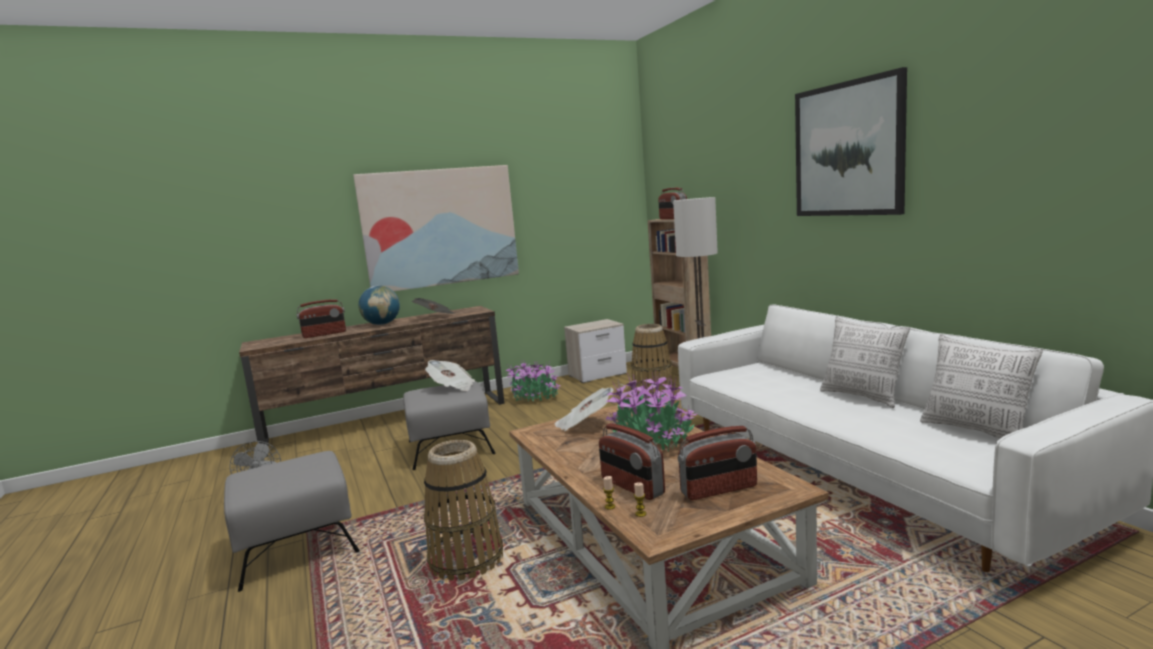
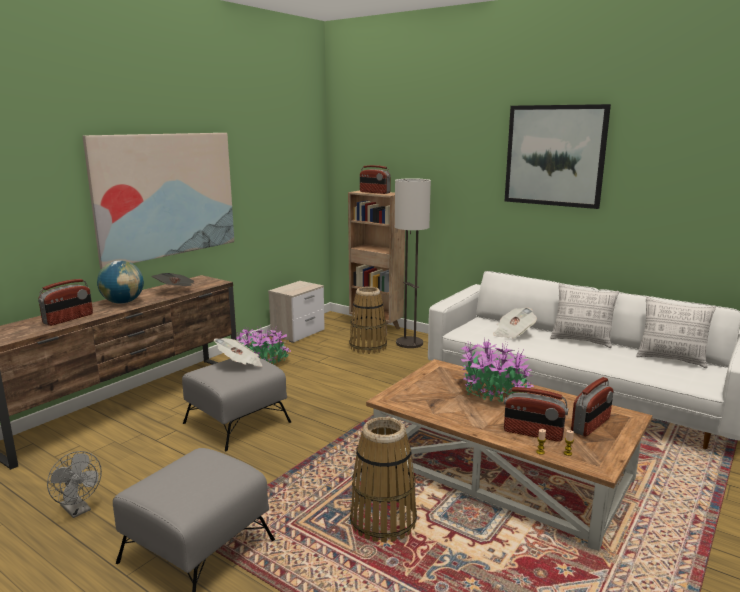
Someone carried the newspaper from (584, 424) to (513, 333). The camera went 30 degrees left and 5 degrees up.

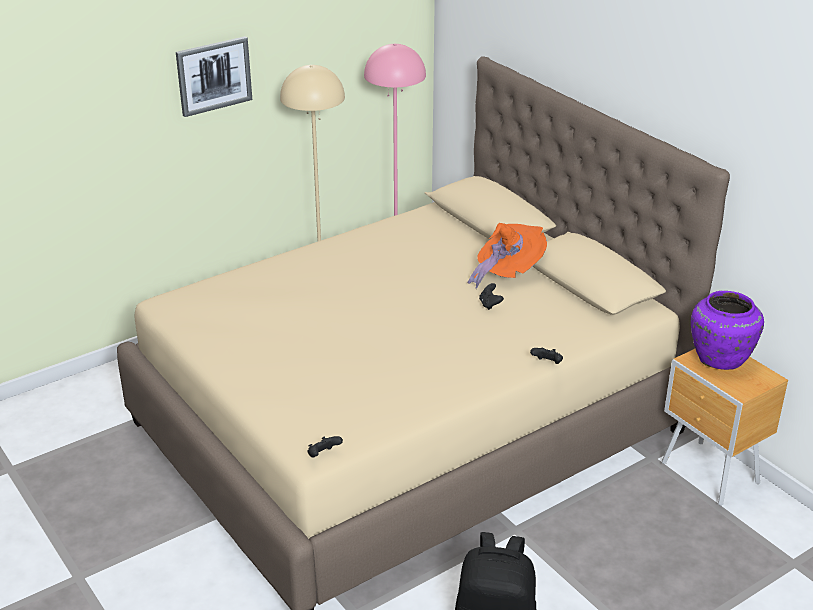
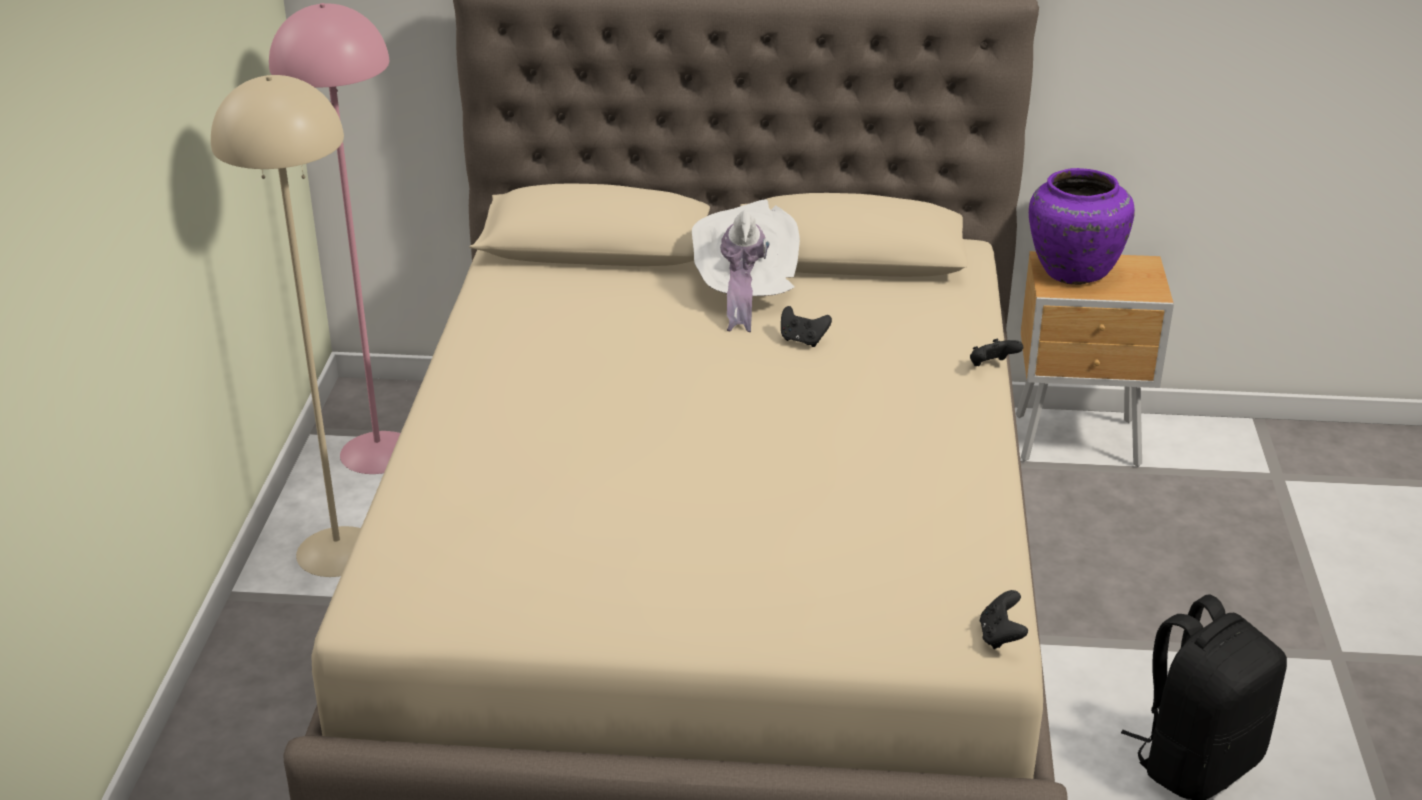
Someone took away the wall picture at (213, 75). Someone repainted the wearable hat (orange) at (507, 272), which became the wearable hat (white) at (744, 293). The camera went 50 degrees left and 0 degrees up.

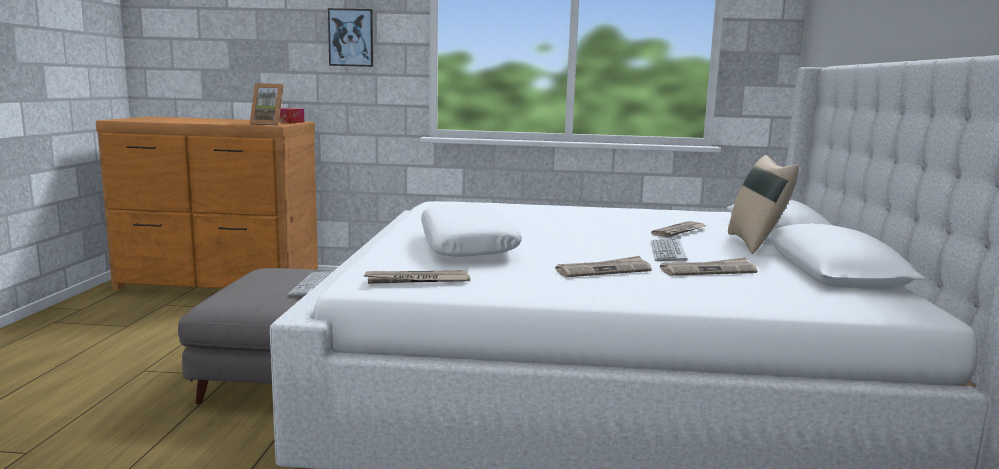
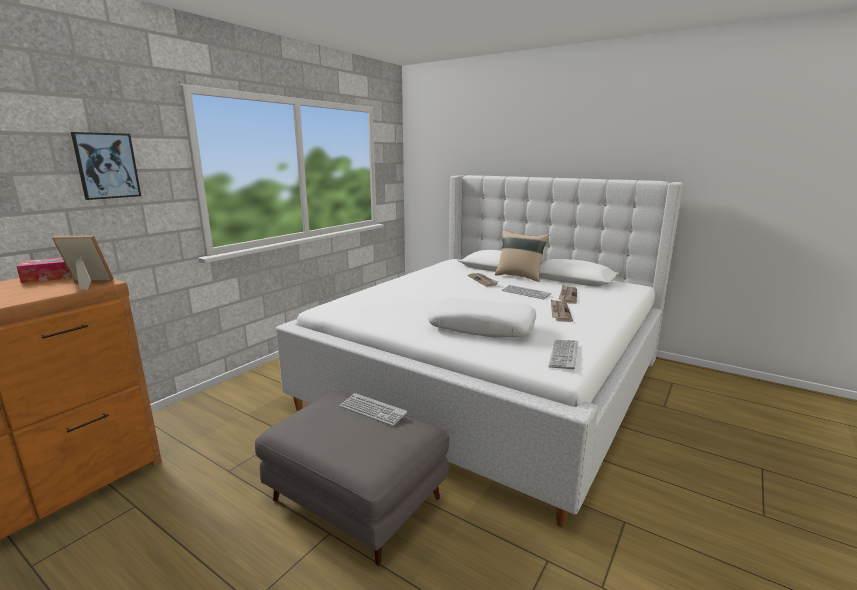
Someone rotated the photo frame at (269, 124) by 135 degrees counterclockwise. Someone swapped the newspaper at (416, 280) for the PC keyboard at (563, 355). The camera went 60 degrees left and 5 degrees up.

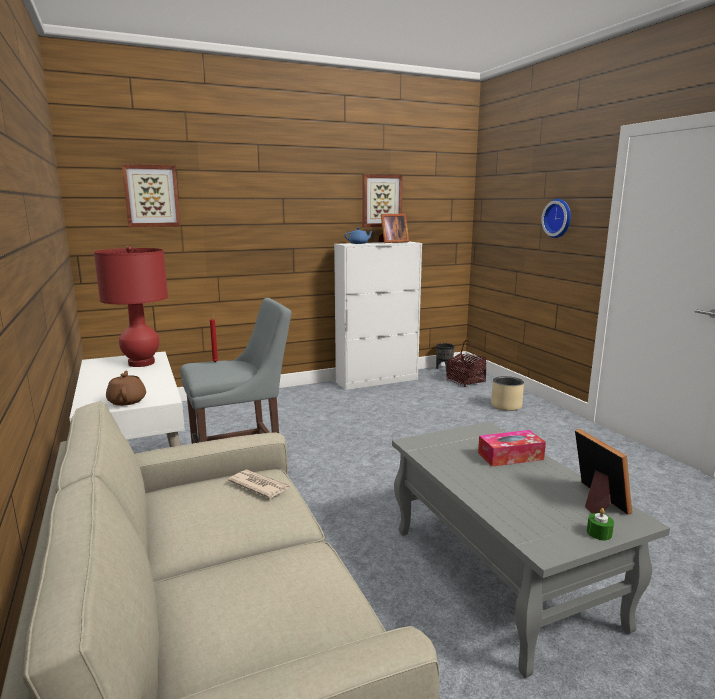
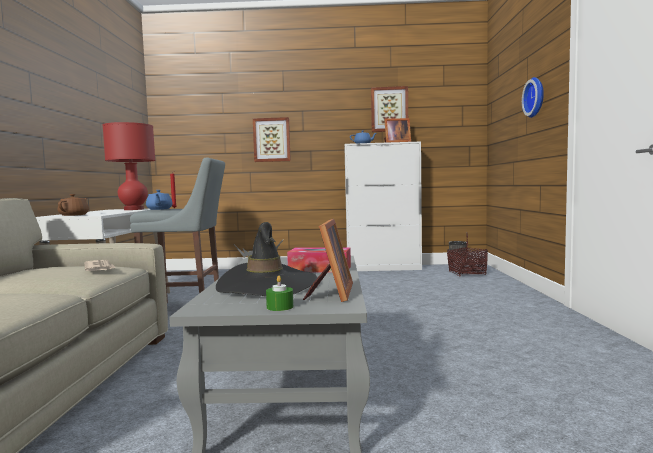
Someone carried the wall picture from (151, 196) to (272, 140). Someone took away the plant pot (beige) at (506, 406). Someone put down the teapot (blue) at (159, 209). Someone put down the wearable hat (black) at (267, 286). The camera went 25 degrees right and 10 degrees down.

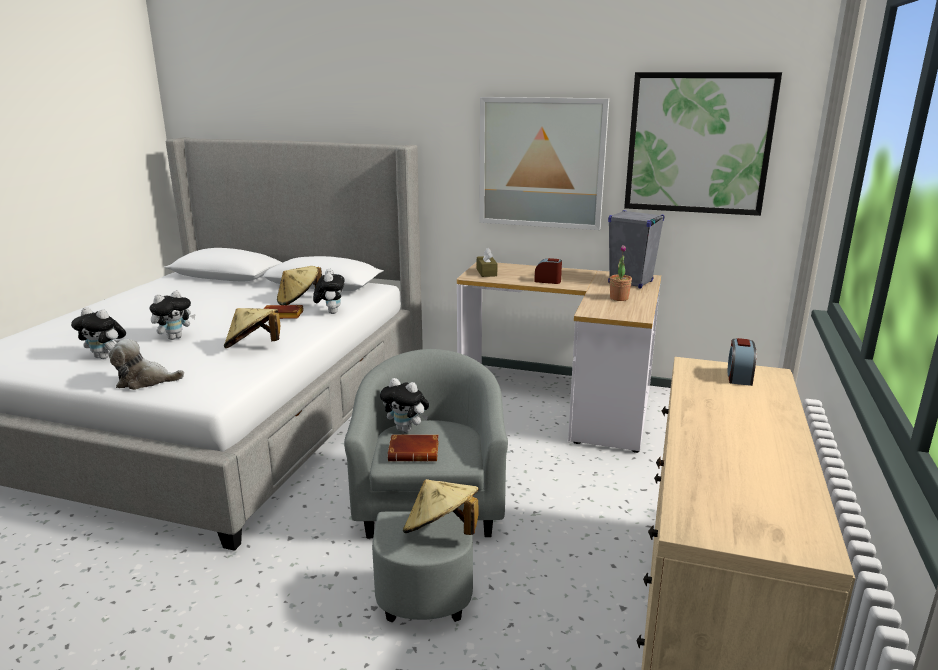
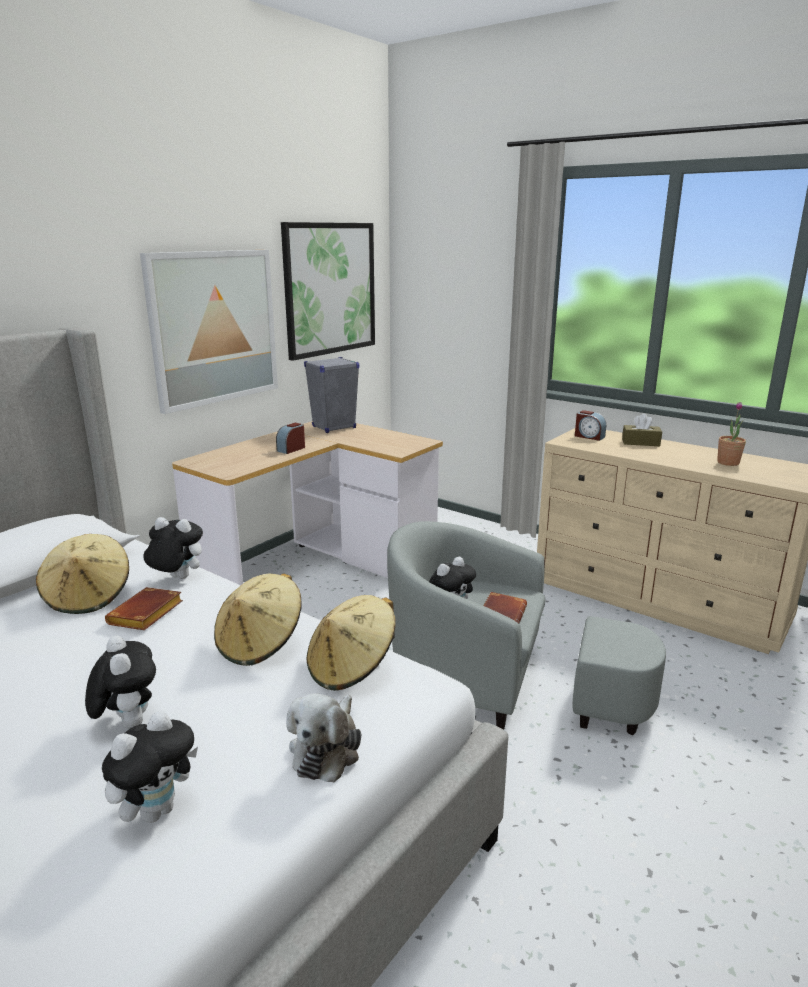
Someone carried the wearable hat (beige) from (441, 532) to (351, 668). Someone carried the tissue box (brownish) from (486, 272) to (640, 442). Someone carried the potted plant from (619, 298) to (728, 462). The camera went 70 degrees left and 0 degrees up.

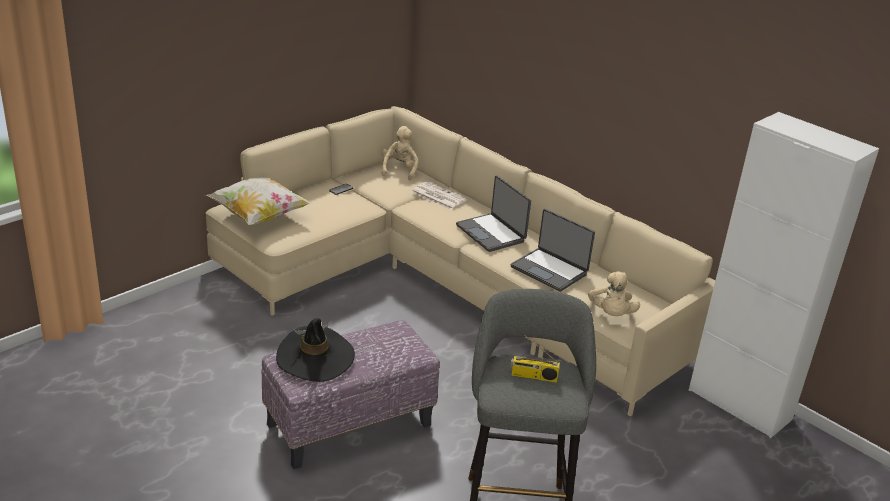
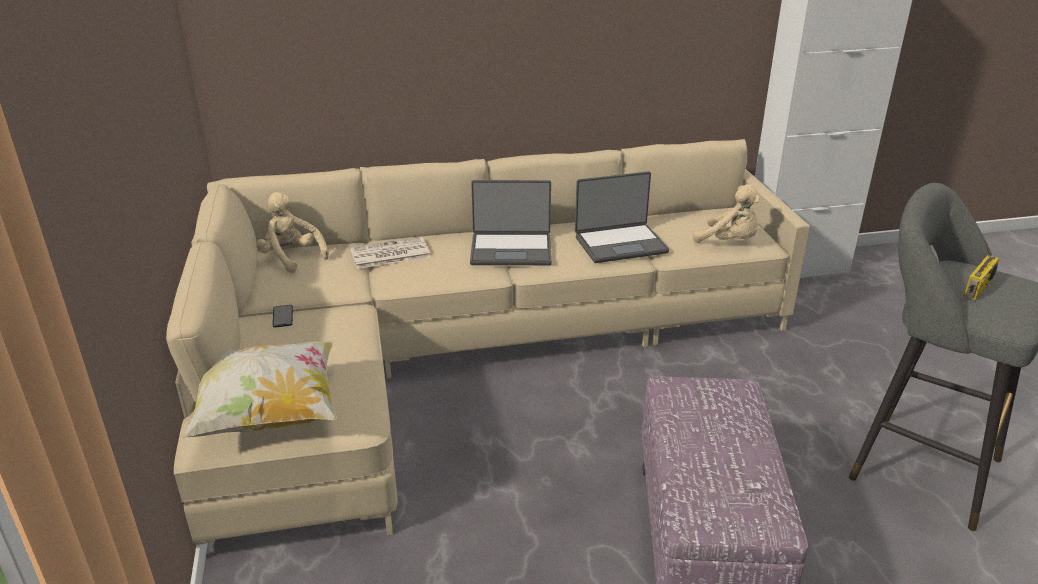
Someone took away the wearable hat (black) at (315, 358). The camera went 55 degrees left and 0 degrees up.

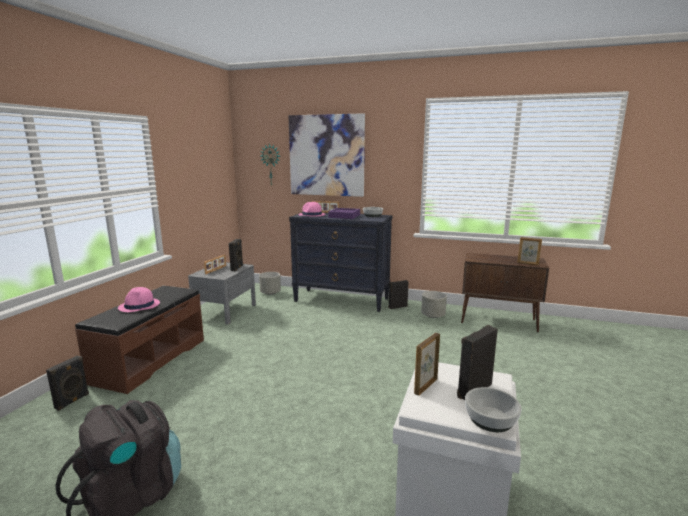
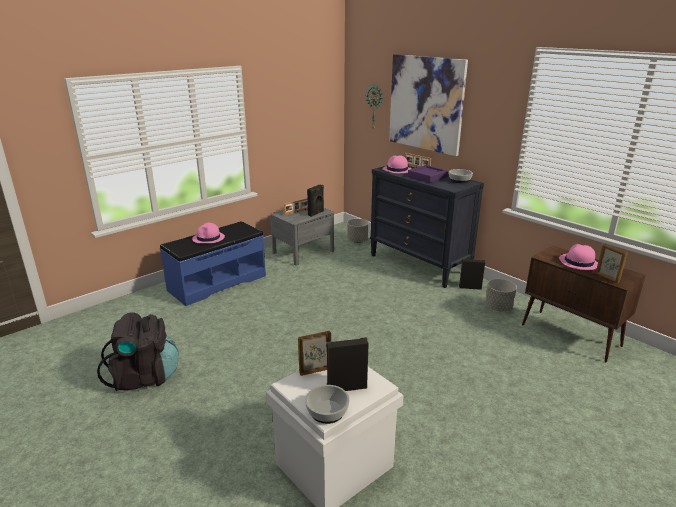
Someone took away the audio speaker (black) at (72, 401). Someone repainted the long seat (brownish) at (150, 360), which became the long seat (blue) at (217, 283). Someone put down the wearable hat (pink-coloured) at (578, 262). The camera went 30 degrees right and 10 degrees up.

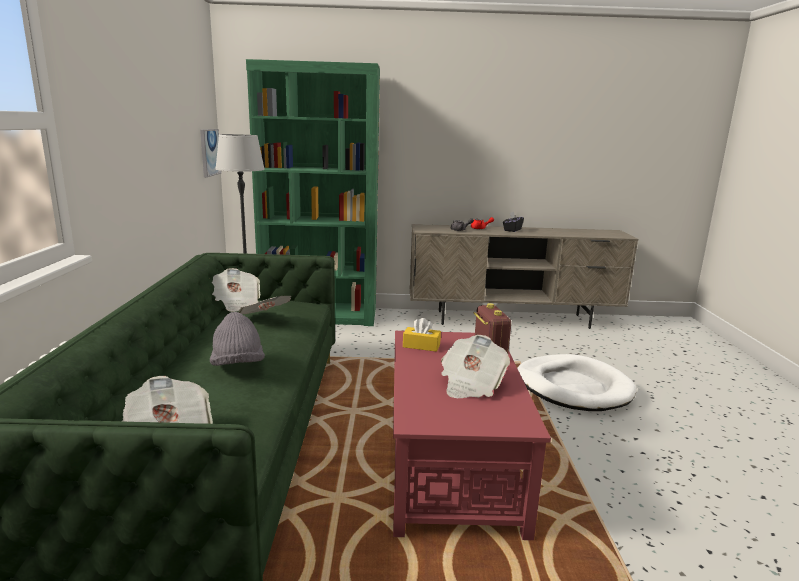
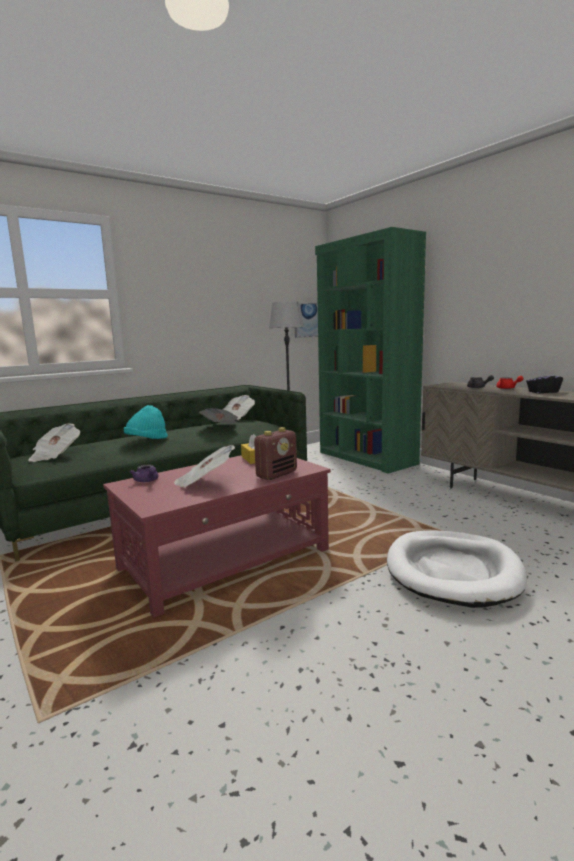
Someone repainted the wearable hat (grey) at (238, 366), which became the wearable hat (turquoise-coloured) at (146, 440). Someone put down the teapot (purple) at (147, 481). The camera went 55 degrees right and 5 degrees down.

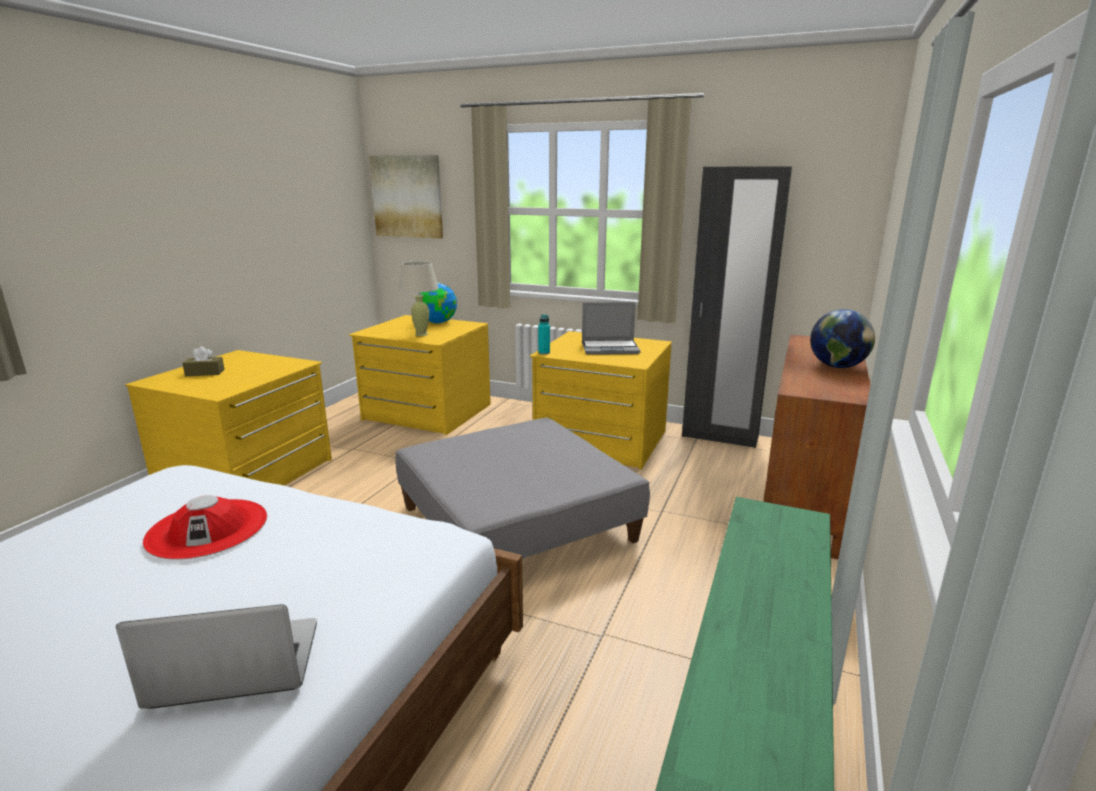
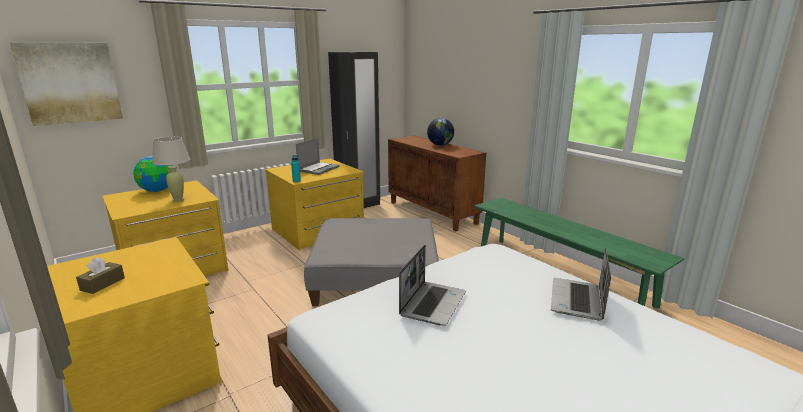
Someone swapped the wearable hat (reddish) at (207, 528) for the notebook computer at (432, 303). The camera went 60 degrees left and 0 degrees up.

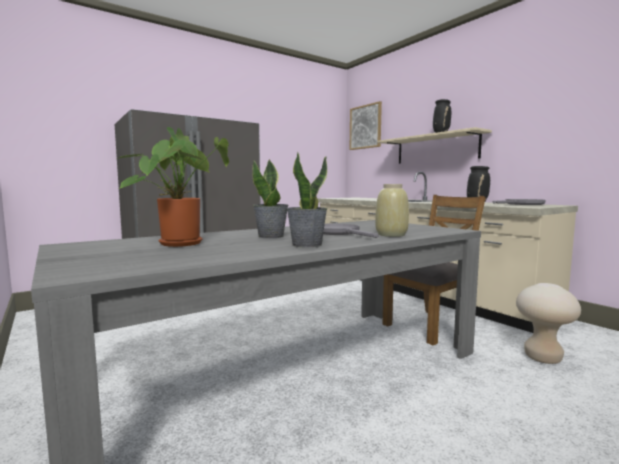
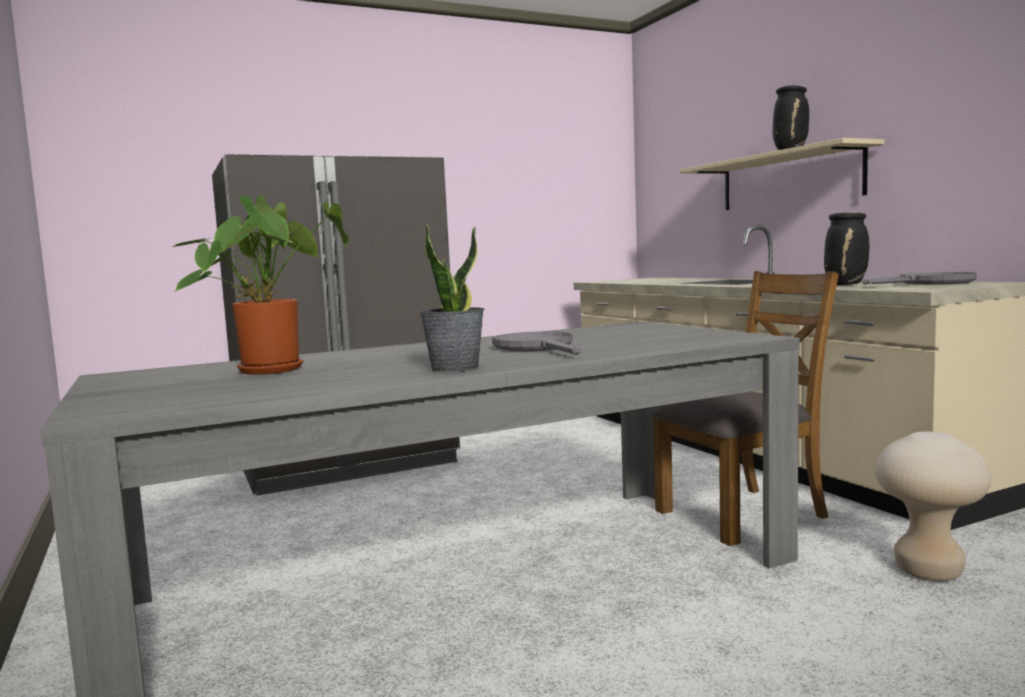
Someone took away the potted plant at (271, 236). Someone took away the wall picture at (365, 127). Someone took away the decorative vase (beige) at (391, 235). The camera went 10 degrees right and 0 degrees up.

